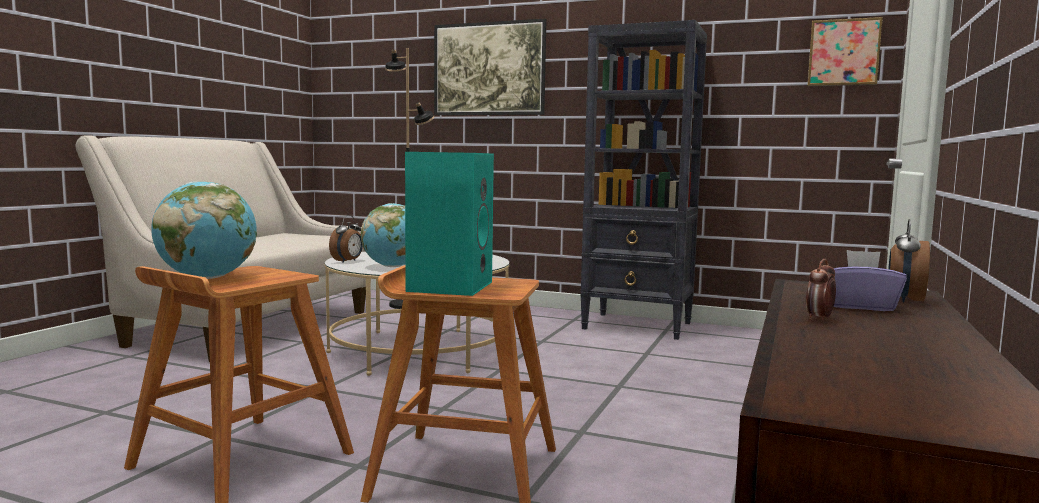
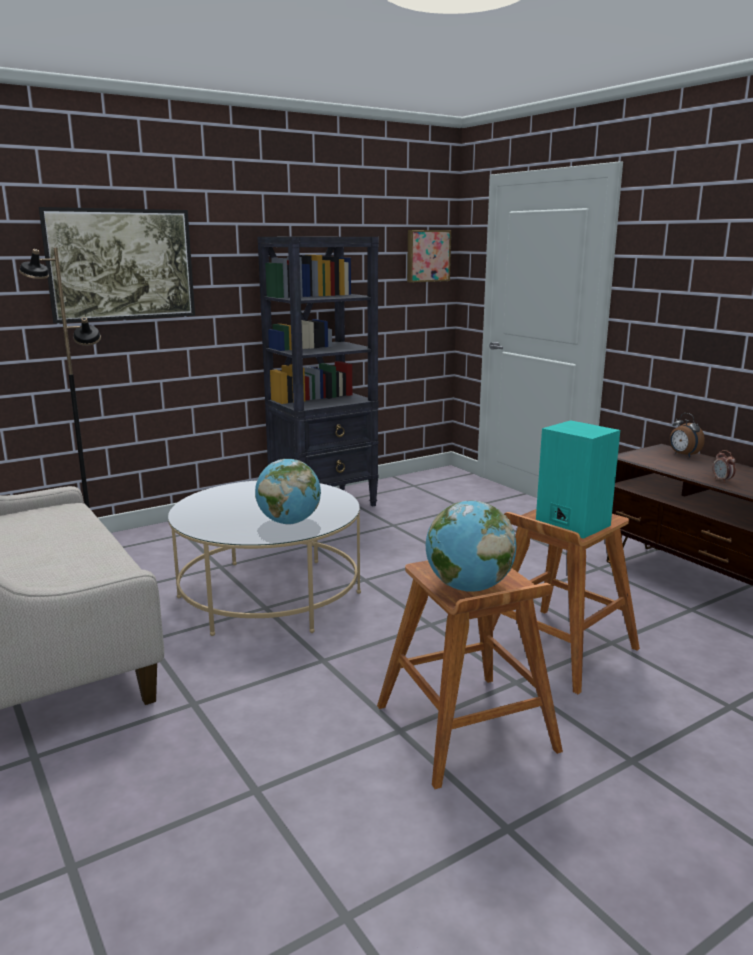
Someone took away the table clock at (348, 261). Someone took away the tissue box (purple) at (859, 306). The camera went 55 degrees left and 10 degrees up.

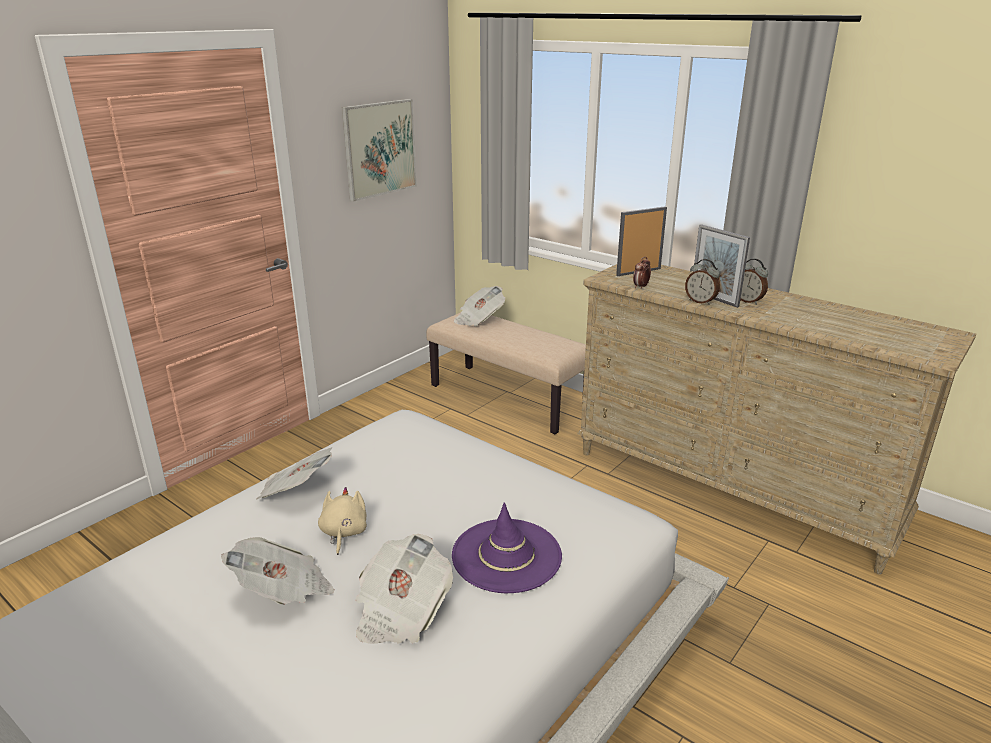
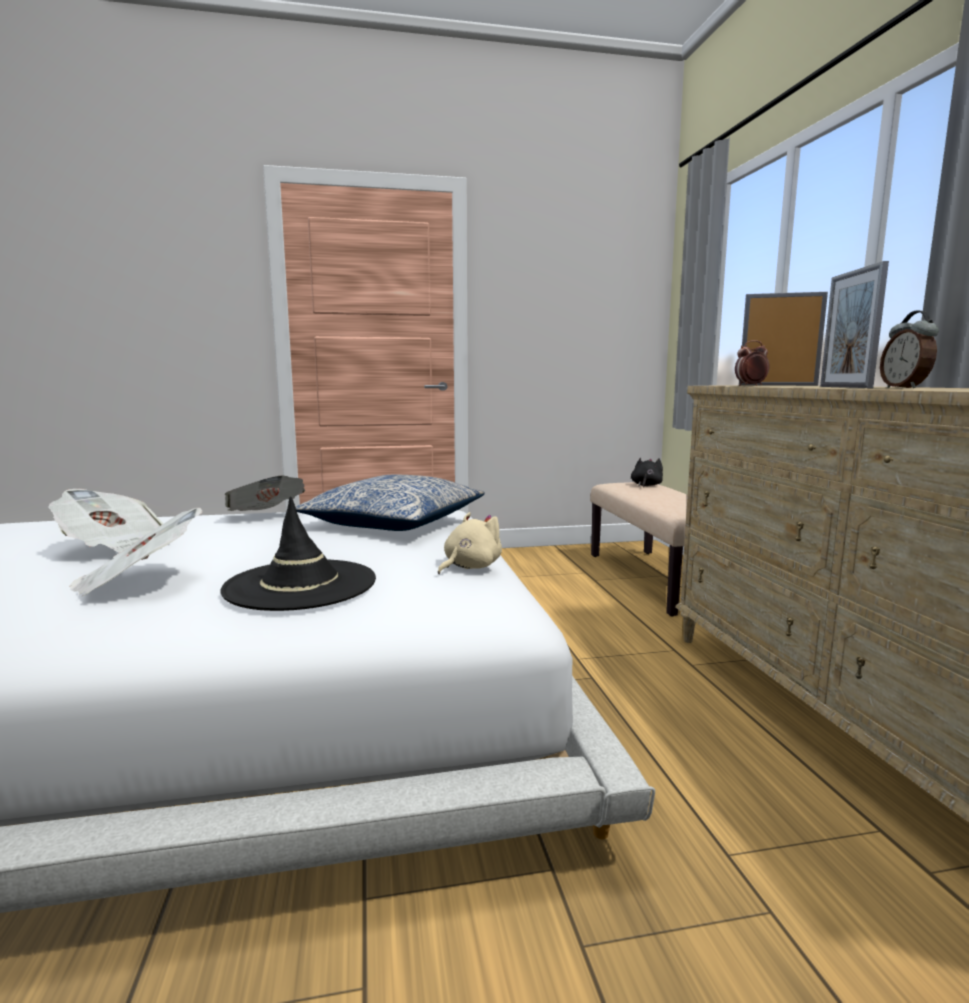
Someone carried the plush toy (beige) from (343, 533) to (469, 567). Someone took away the wall picture at (379, 149). Someone repainted the wearable hat (purple) at (507, 556), which became the wearable hat (black) at (301, 585). Someone swapped the newspaper at (479, 319) for the plush toy (black) at (646, 485). Someone took away the table clock at (700, 301). Someone put down the pillow at (394, 522). The camera went 40 degrees right and 15 degrees down.

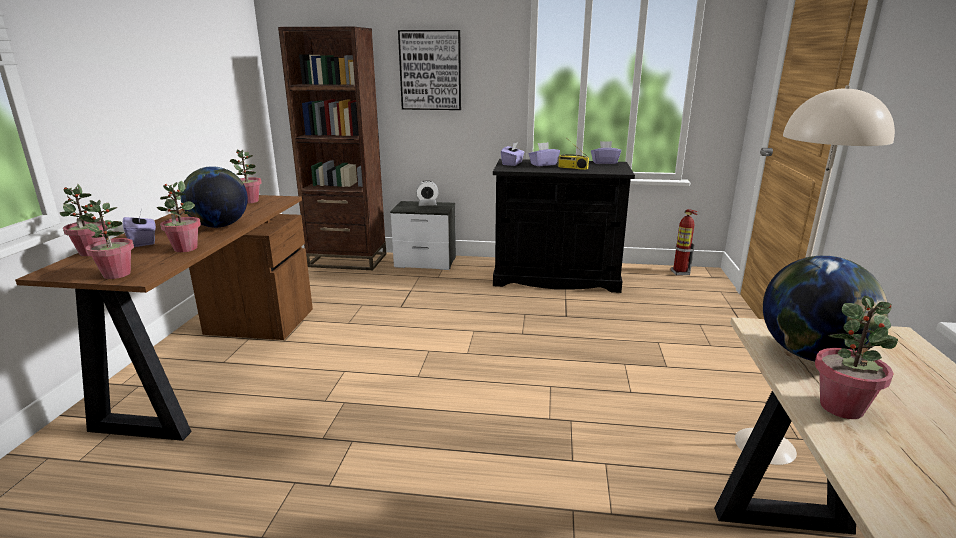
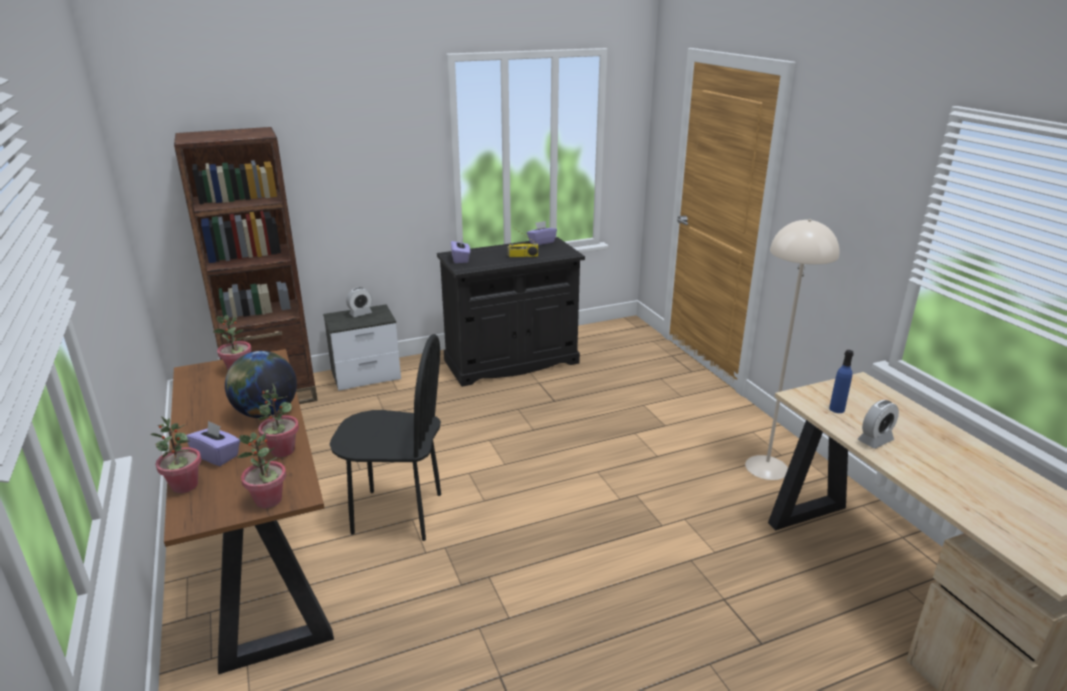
Someone took away the wall picture at (430, 70). Someone took away the tissue box (purple) at (543, 164). Someone took away the extinguisher at (680, 273). Someone swapped the globe at (811, 355) for the beverage bottle (blue) at (836, 409). Someone swapped the potted plant at (842, 407) for the table clock at (875, 440). Someone put down the chair (black) at (397, 514). The camera went 30 degrees left and 5 degrees up.

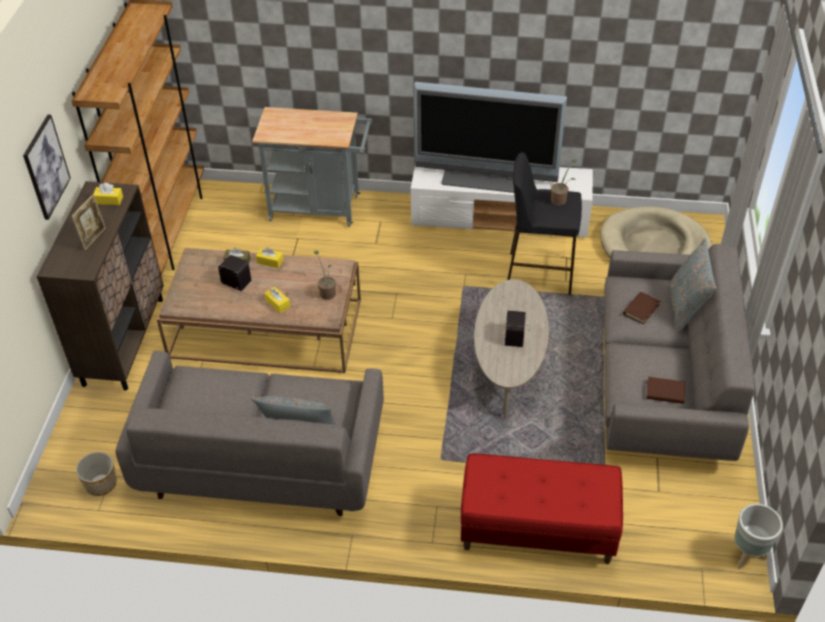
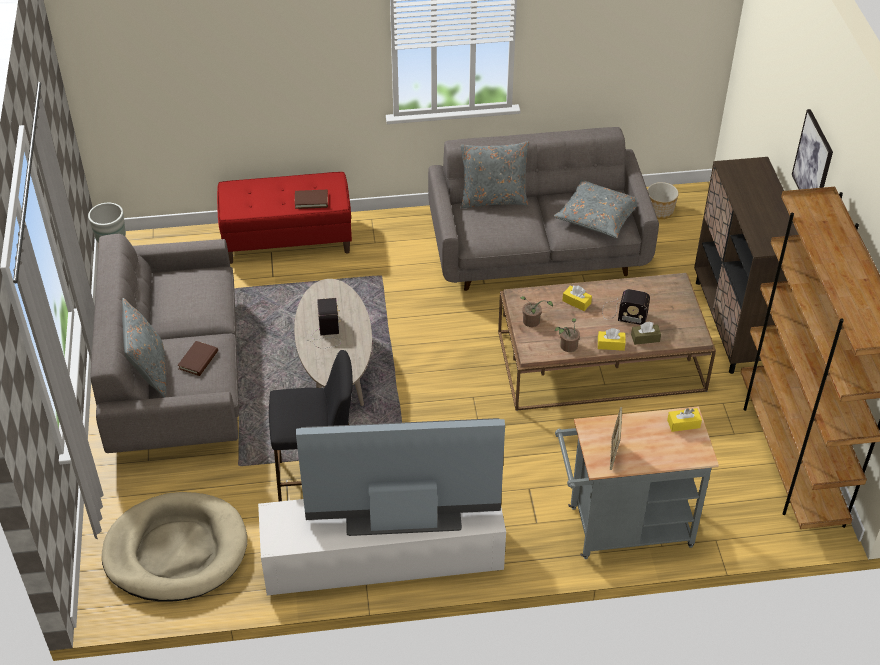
Someone carried the photo frame from (94, 238) to (613, 454). Someone carried the tissue box (yellowish) from (109, 200) to (683, 424). Someone carried the potted plant from (560, 199) to (567, 347). Someone carried the bound book (brownish) from (665, 392) to (311, 200). Someone put down the pillow (grey) at (597, 216). The camera went 165 degrees right and 0 degrees up.

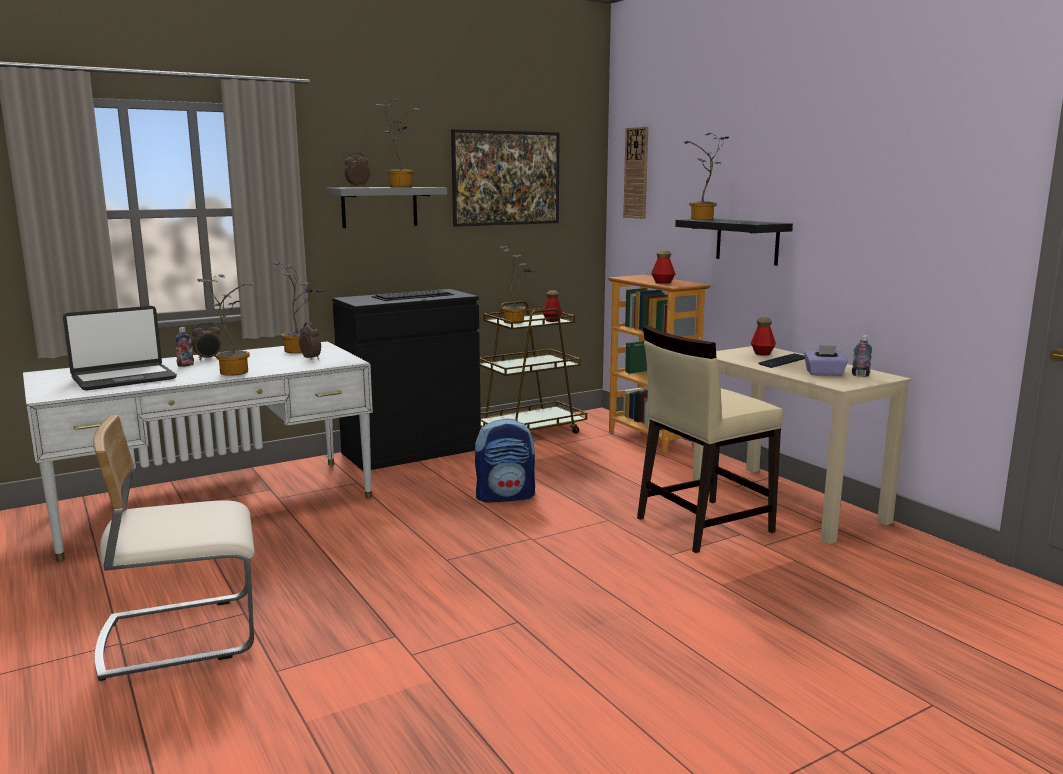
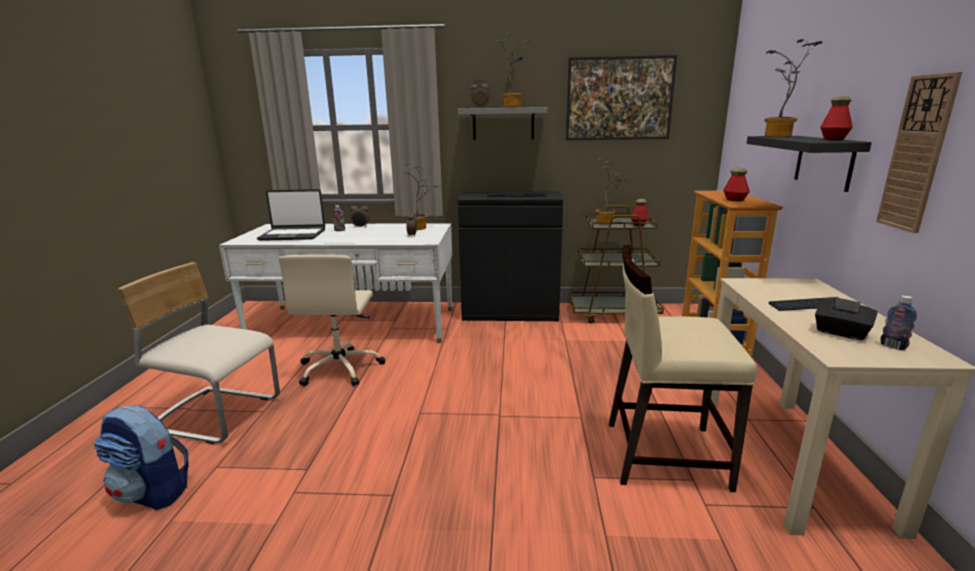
Someone took away the potted plant at (233, 371). Someone carried the knapsack from (505, 496) to (153, 493). Someone carried the hanging clock from (636, 173) to (917, 154). Someone carried the beverage bottle from (762, 353) to (833, 139). Someone repainted the tissue box (purple) at (824, 373), which became the tissue box (black) at (840, 333). Someone put down the desk chair (beige) at (340, 368). The camera went 35 degrees right and 5 degrees up.

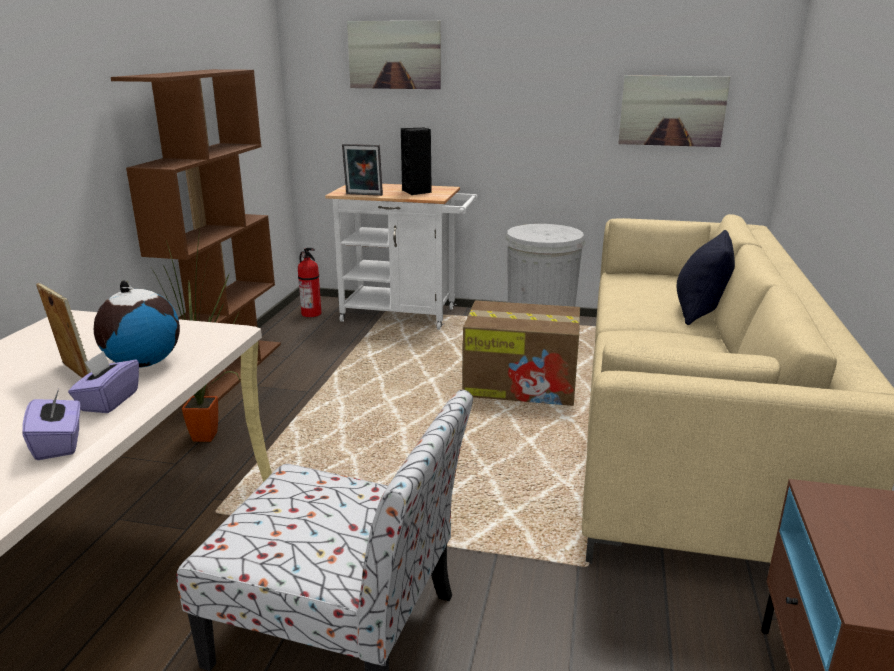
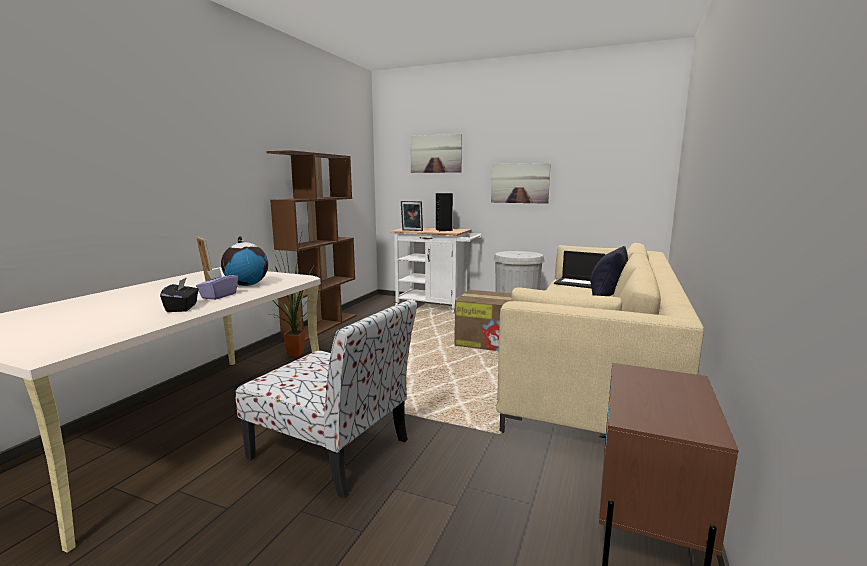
Someone repainted the tissue box (purple) at (59, 444), which became the tissue box (black) at (182, 308). Someone took away the extinguisher at (312, 314). Someone carried the wall picture from (672, 111) to (520, 183). Someone put down the notebook computer at (579, 283). The camera went 10 degrees right and 10 degrees down.

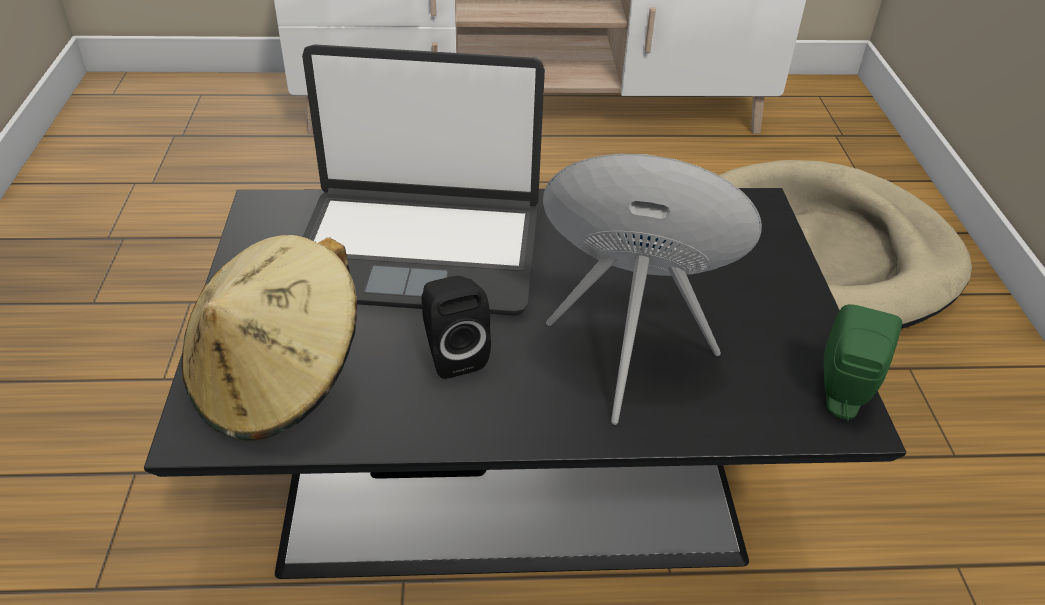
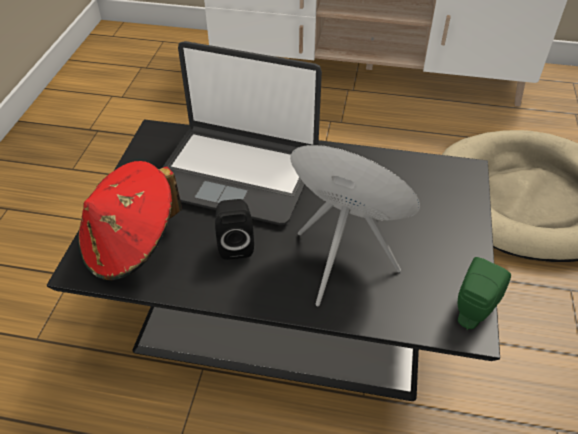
Someone repainted the wearable hat (beige) at (278, 380), which became the wearable hat (reddish) at (132, 244). The camera went 15 degrees right and 5 degrees up.

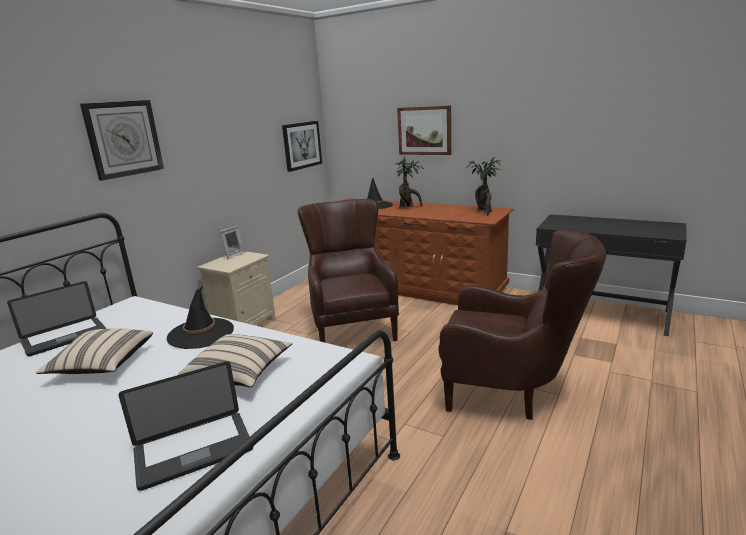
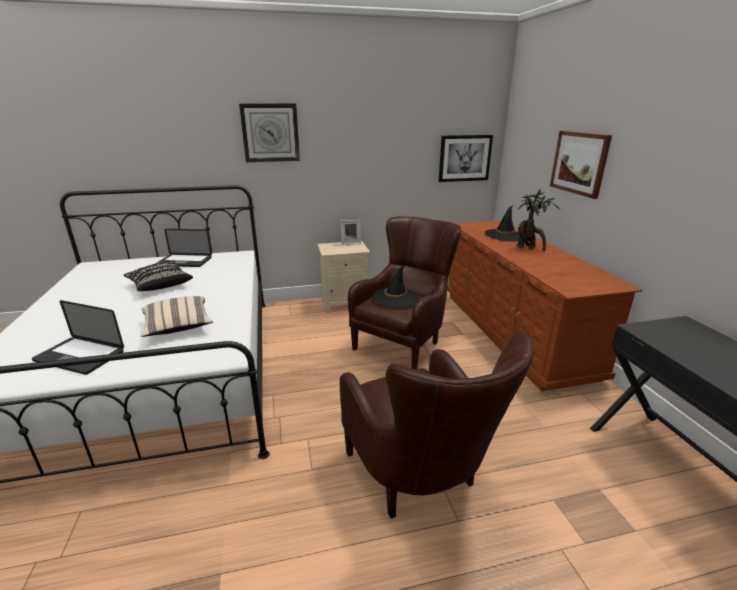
Someone repainted the pillow (beige) at (102, 365), which became the pillow (black) at (160, 286). Someone carried the wearable hat (black) from (201, 333) to (395, 298). Someone took away the potted plant at (484, 212). The camera went 45 degrees right and 5 degrees up.

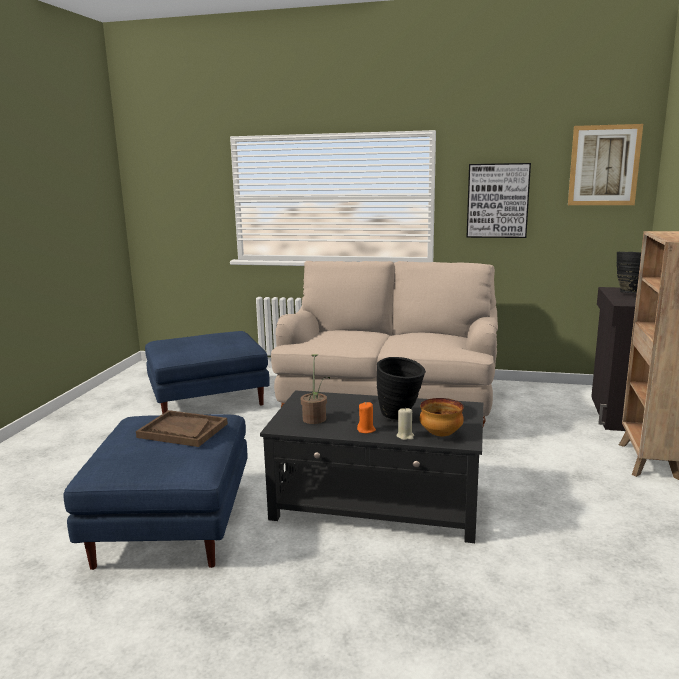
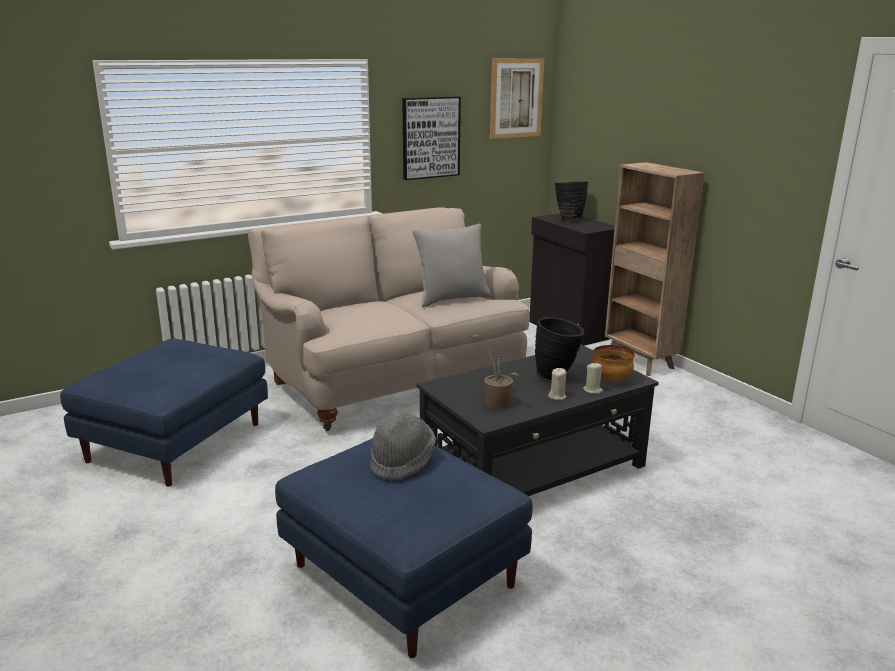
Someone swapped the tray (brownish) at (182, 430) for the wearable hat (grey) at (402, 462). Someone repainted the wax light (orange) at (366, 430), which became the wax light (beige) at (557, 396). Someone put down the pillow (grey) at (452, 299). The camera went 45 degrees left and 5 degrees up.

